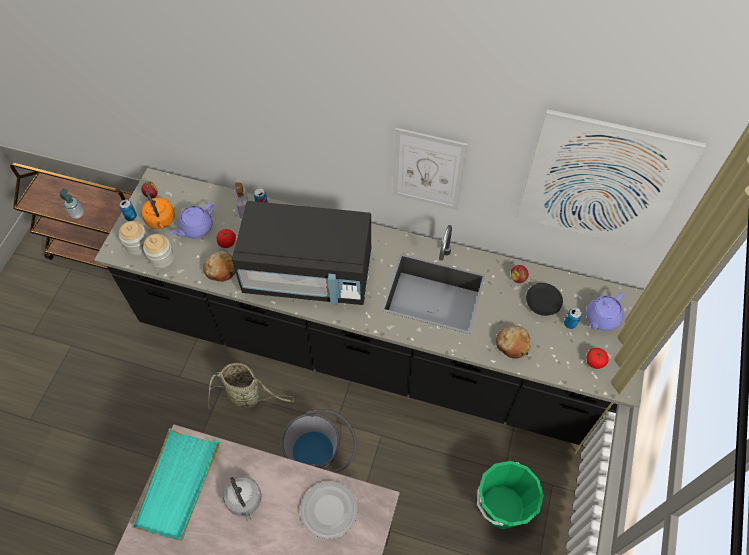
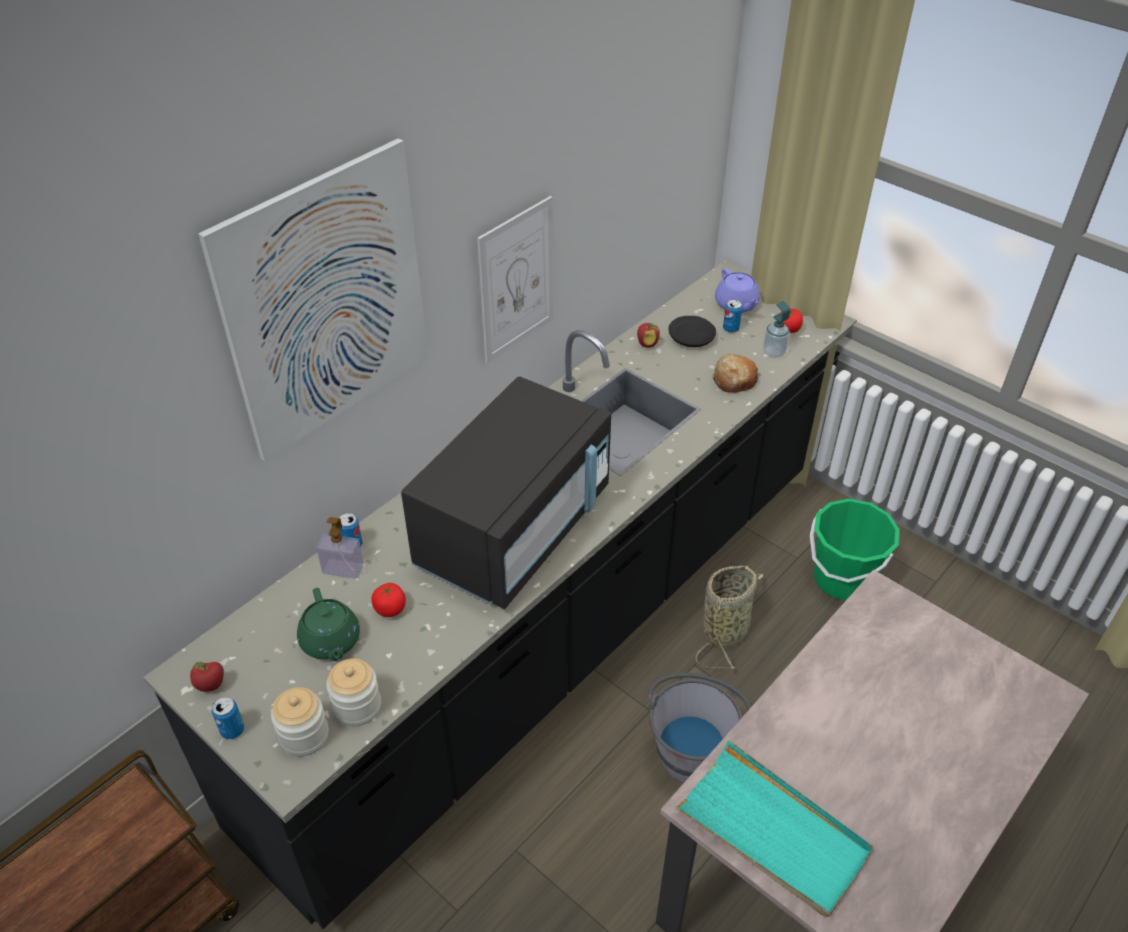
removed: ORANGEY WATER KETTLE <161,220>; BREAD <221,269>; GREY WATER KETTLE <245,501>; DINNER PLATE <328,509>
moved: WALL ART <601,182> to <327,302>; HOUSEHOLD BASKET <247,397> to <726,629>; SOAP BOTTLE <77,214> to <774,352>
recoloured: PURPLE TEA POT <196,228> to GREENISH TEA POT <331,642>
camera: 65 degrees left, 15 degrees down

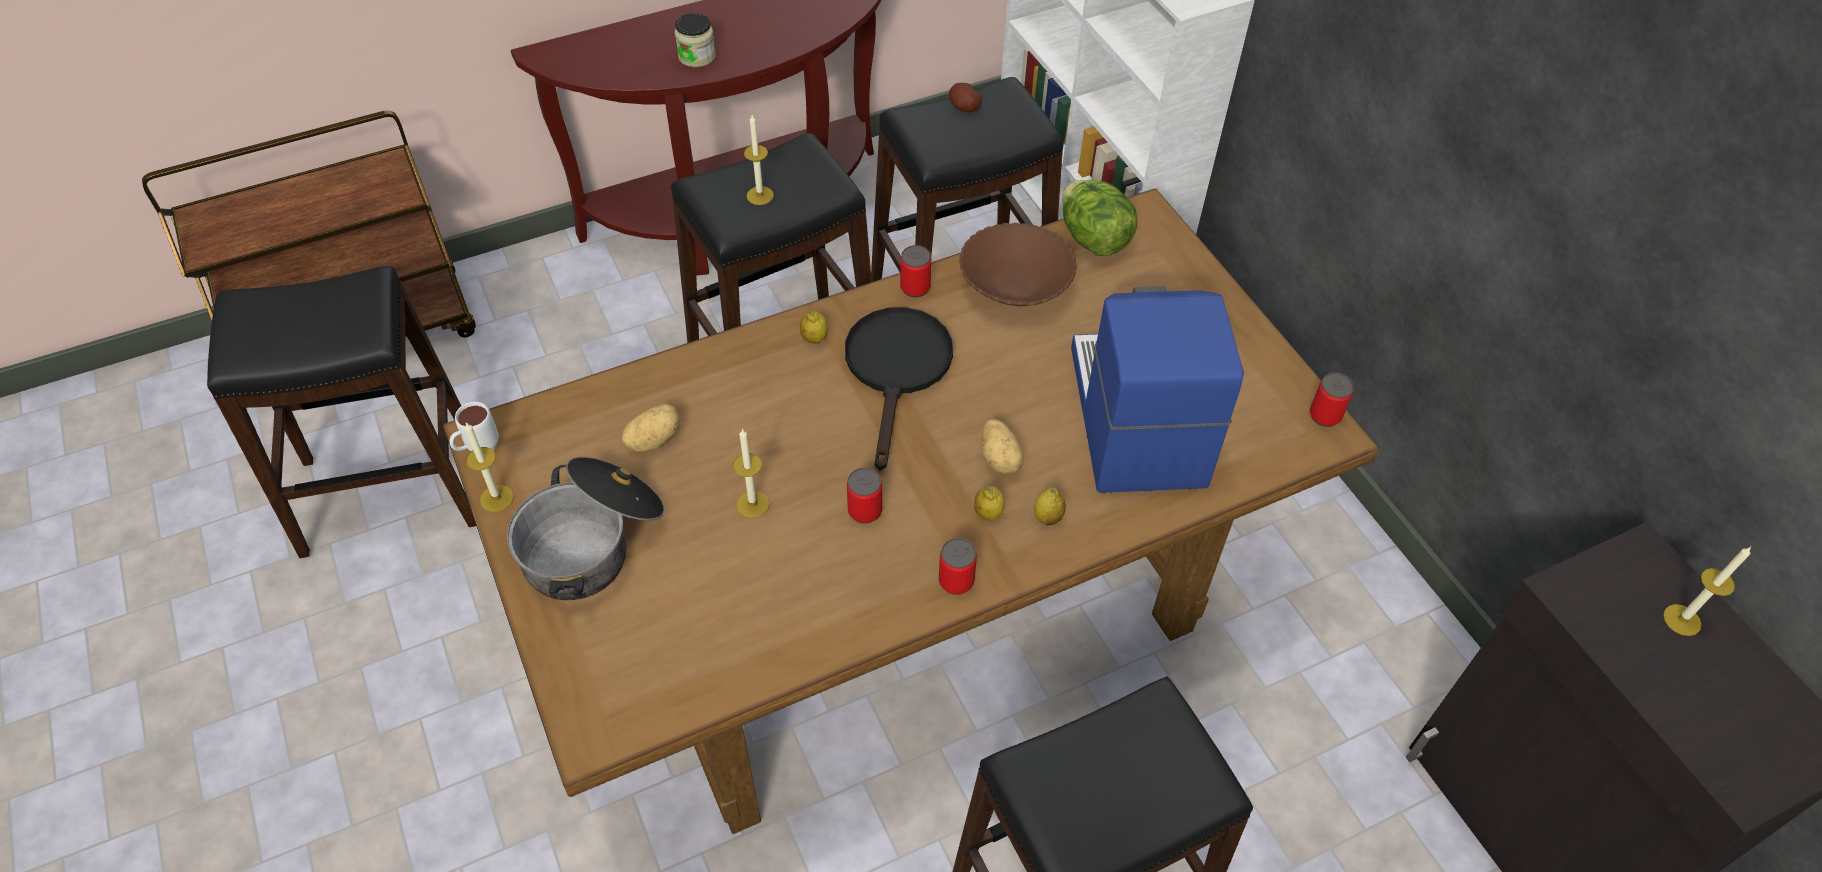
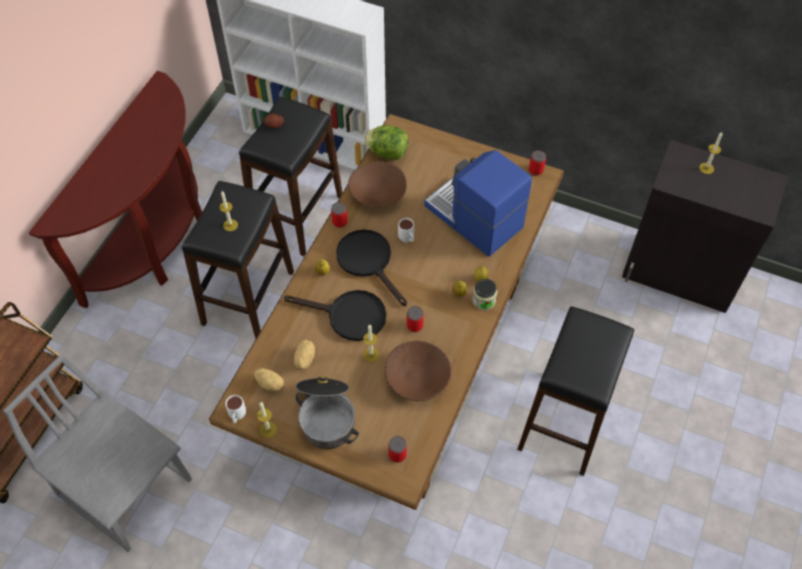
added: BLACKISH PAN <348,316>; BROWN DEEP DISH <417,379>; WHITISH MUG <407,240>
moved: WHOLE POTATO <1000,458> to <270,383>; SEALED CAN <956,581> to <397,455>; STORAGE JAR <697,56> to <484,300>
replaced: BLACKISH STOOL SEAT <390,492> to GREY UPRIGHT CHAIR <126,487>
camera: 40 degrees left, 5 degrees up

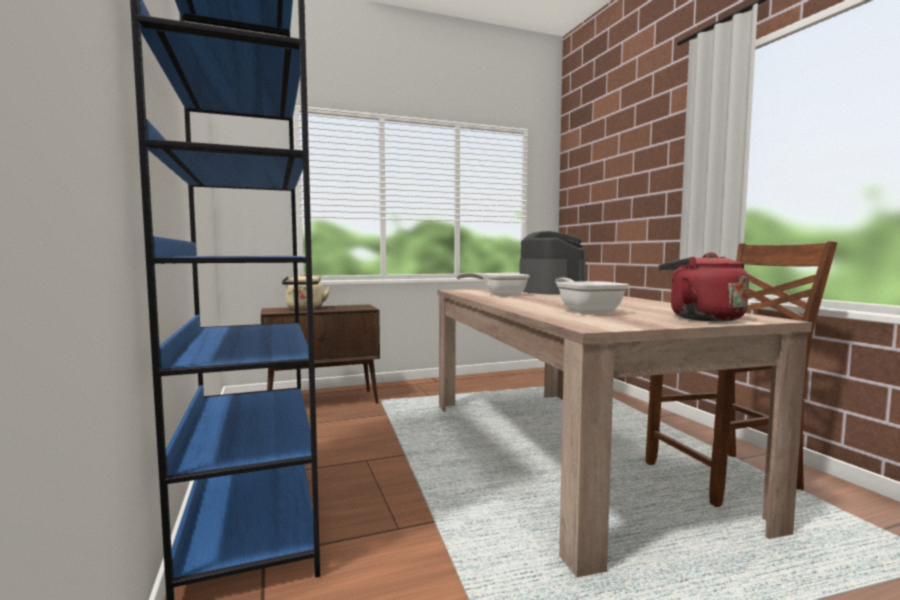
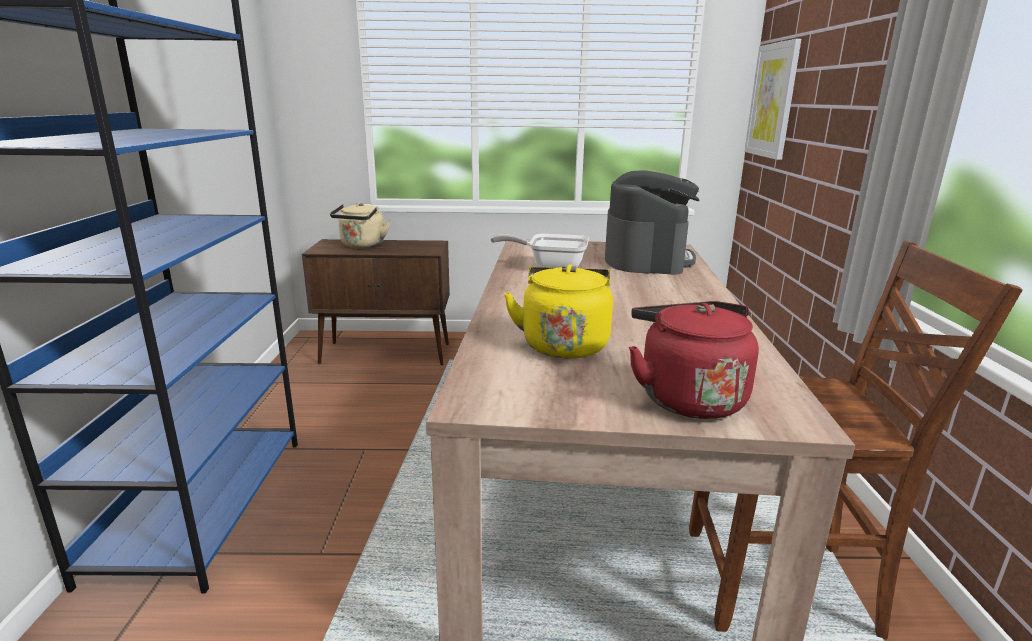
added: WALL ART <772,100>
replaced: PAN <586,311> to YELLOWISH WATER KETTLE <564,344>
camera: 20 degrees right, 15 degrees up

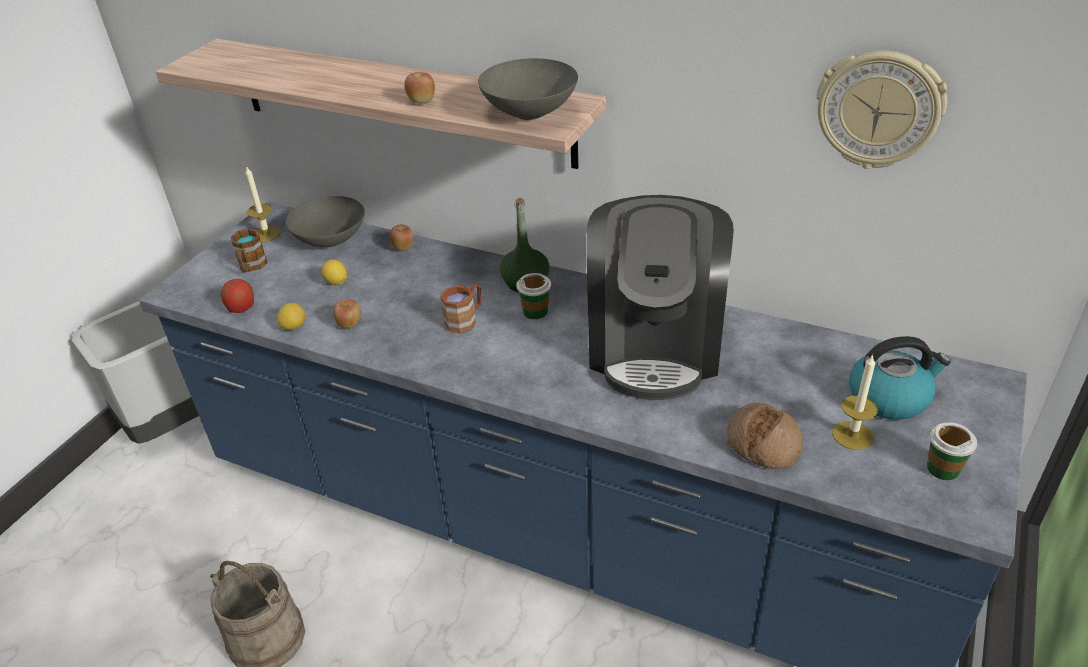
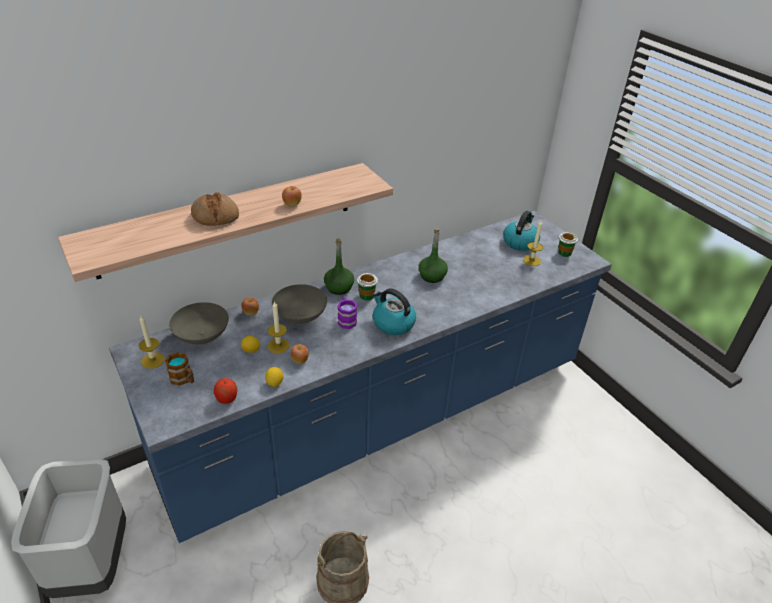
removed: HANGING CLOCK <878,110>
added: WAX CANDLE <278,346>; WATER KETTLE <393,323>
moved: BREAD <763,443> to <215,216>; GREY DEEP DISH <528,113> to <300,317>
replaced: COFFEE BREWER <655,346> to GREENISH BOTTLE <432,276>
recoloured: BROWN MUG <465,319> to PURPLE MUG <346,319>
camera: 60 degrees left, 0 degrees up

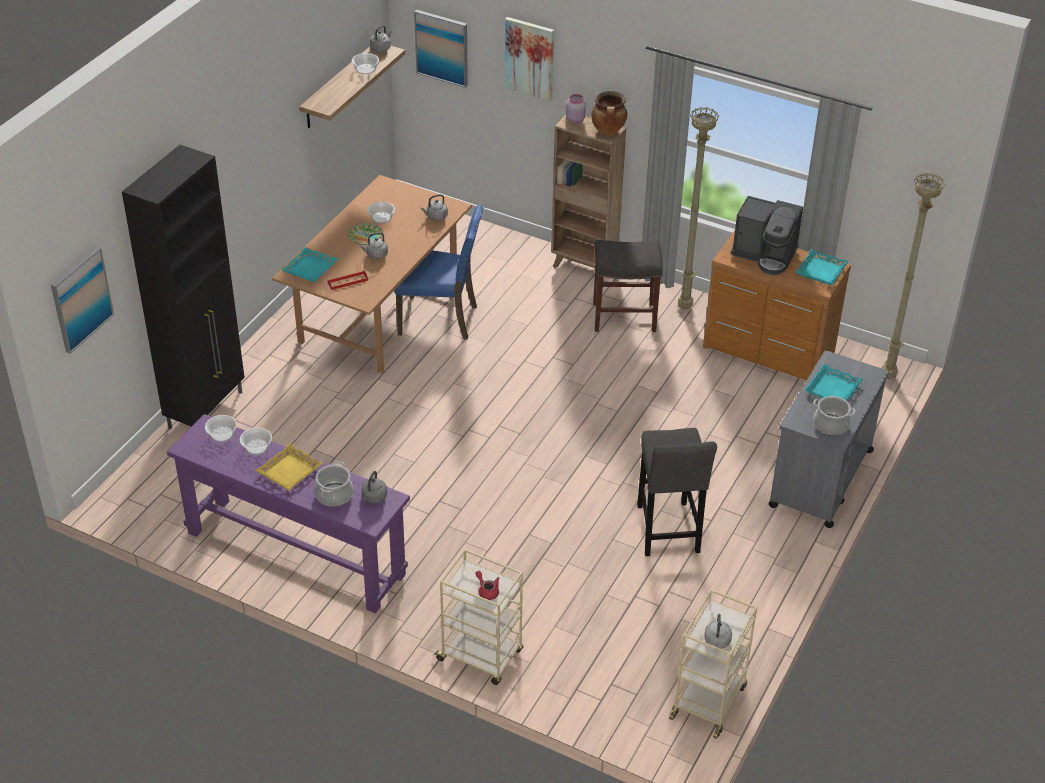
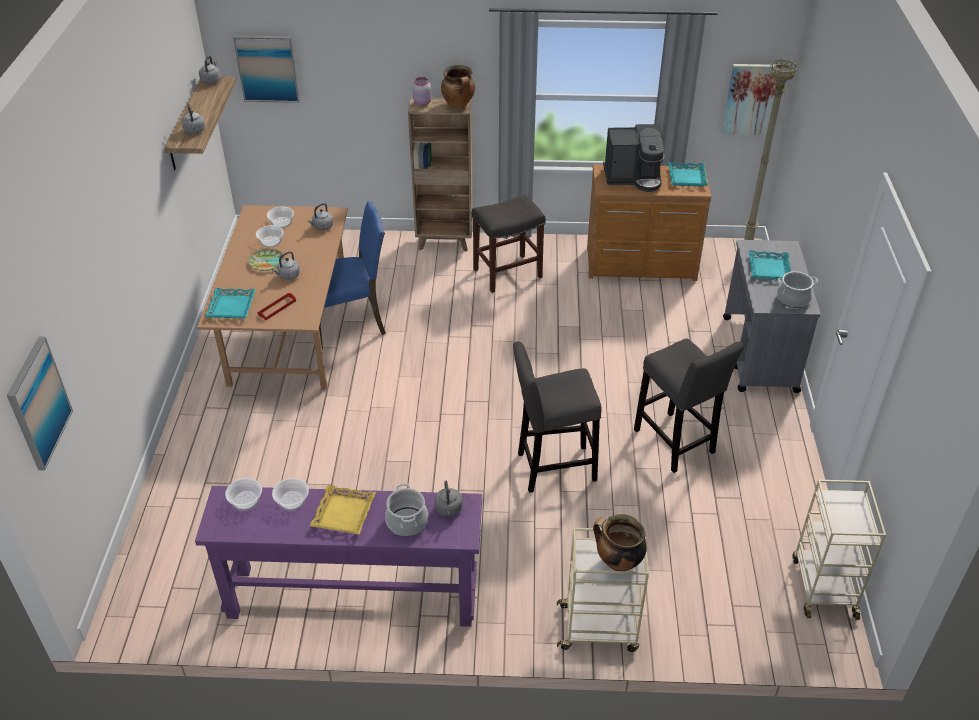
removed: BLACKISH CABINET <207,409>; BEIGE STANDARD LAMP <685,308>
added: GREY STOOL SEAT <552,468>
moved: GREY WATER KETTLE <717,642> to <195,131>; DEEP DISH <366,69> to <281,222>; WALL ART <529,58> to <752,99>
replaced: RED-COLOURED TEA POT <487,590> to COOKING POT <617,562>
camera: 25 degrees left, 0 degrees up

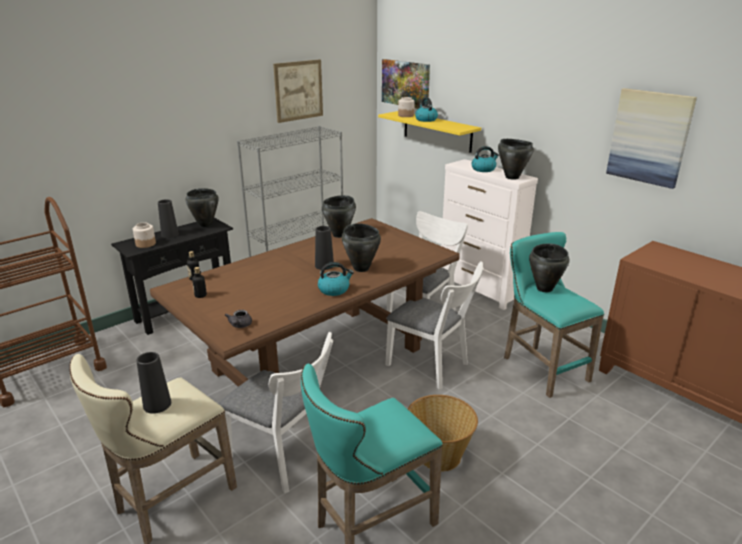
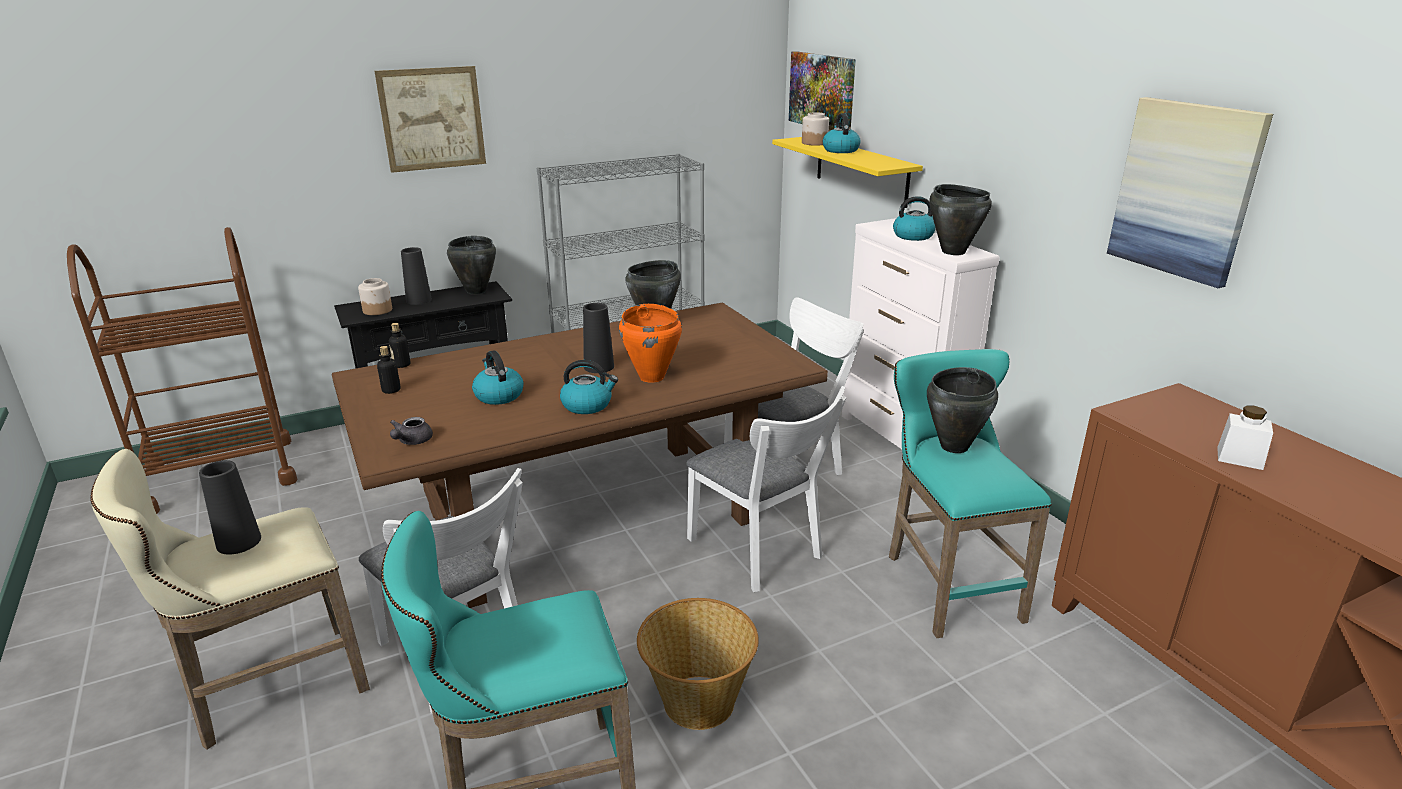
added: WATER KETTLE <498,395>; WHITISH STORAGE JAR <1239,458>
moved: WALL ART <298,90> to <432,119>
recoloured: BLACKISH COOKING POT <361,268> to ORANGEY COOKING POT <652,377>
camera: 15 degrees right, 0 degrees up

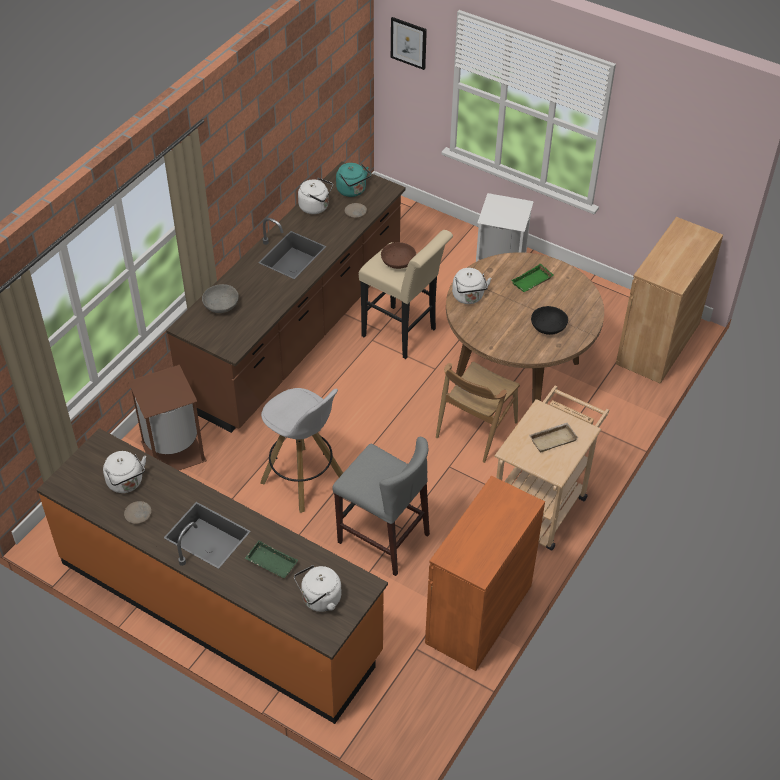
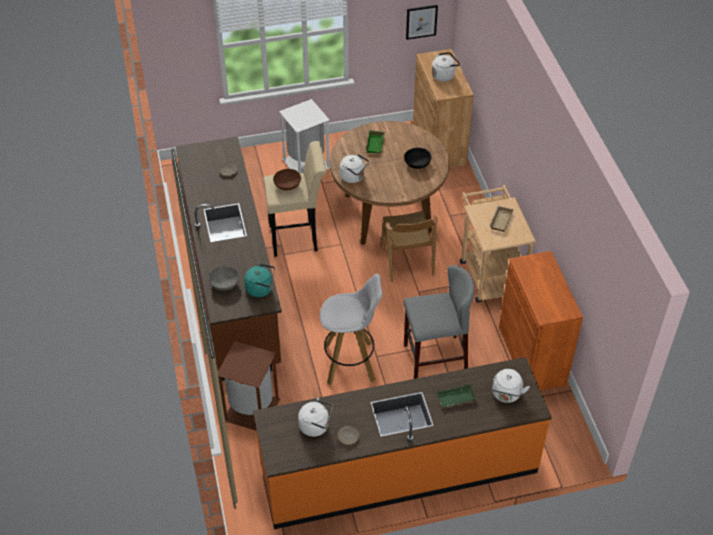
moved: TURQUOISE WATER KETTLE <353,191> to <261,289>; WALL ART <408,43> to <421,21>; WHITISH WATER KETTLE <316,207> to <444,75>
camera: 45 degrees left, 0 degrees up

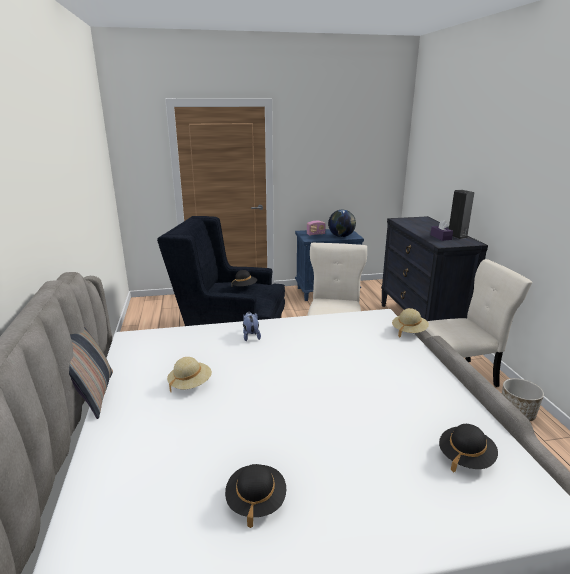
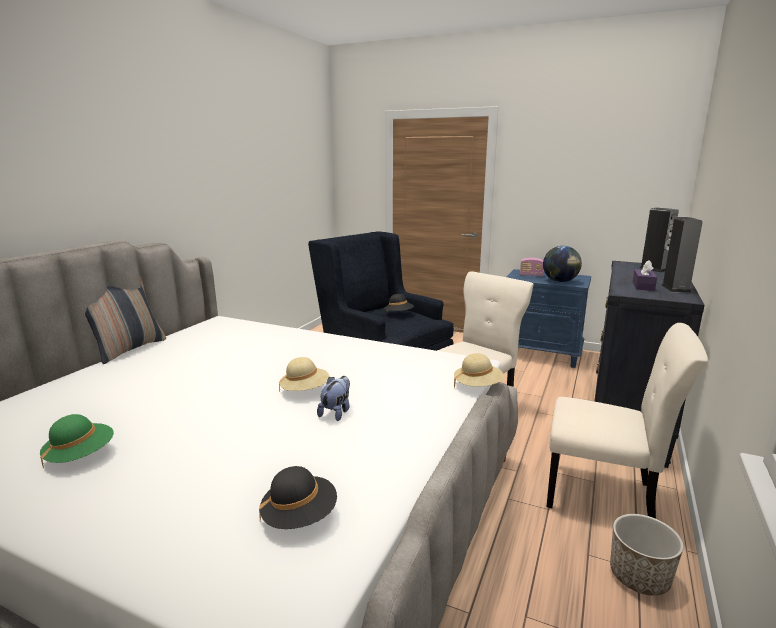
added: SPEAKER <654,269>
moved: BEIGE HAT <190,384> to <305,390>; PLUSH TOY <250,336> to <336,412>
recoloured: BLACKISH HAT <256,501> to GREENISH HAT <80,456>
camera: 35 degrees right, 5 degrees down

